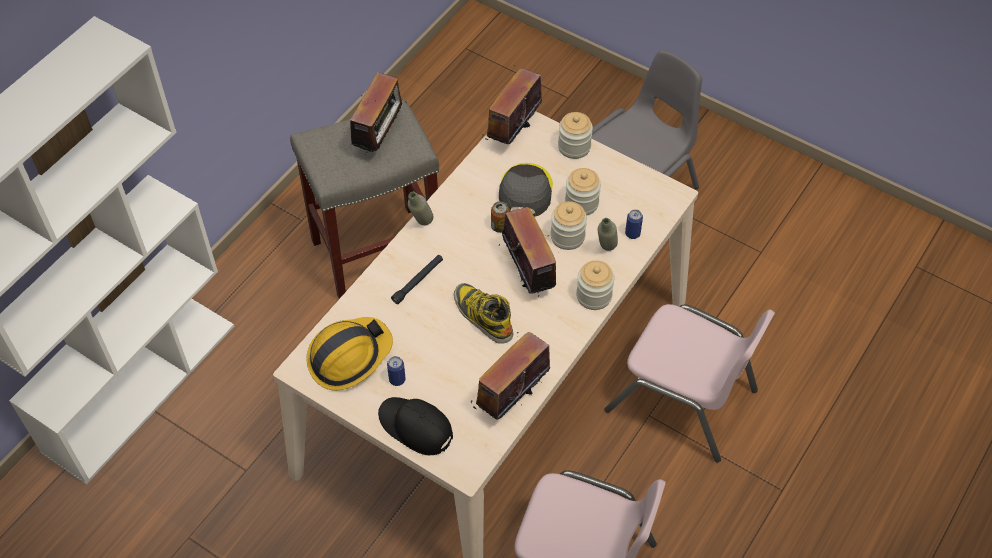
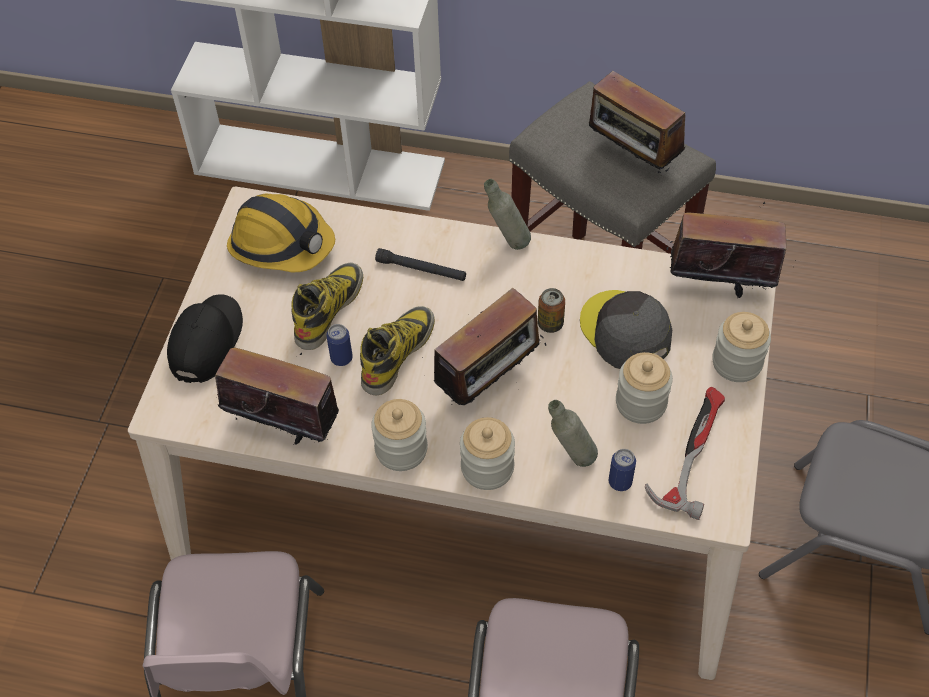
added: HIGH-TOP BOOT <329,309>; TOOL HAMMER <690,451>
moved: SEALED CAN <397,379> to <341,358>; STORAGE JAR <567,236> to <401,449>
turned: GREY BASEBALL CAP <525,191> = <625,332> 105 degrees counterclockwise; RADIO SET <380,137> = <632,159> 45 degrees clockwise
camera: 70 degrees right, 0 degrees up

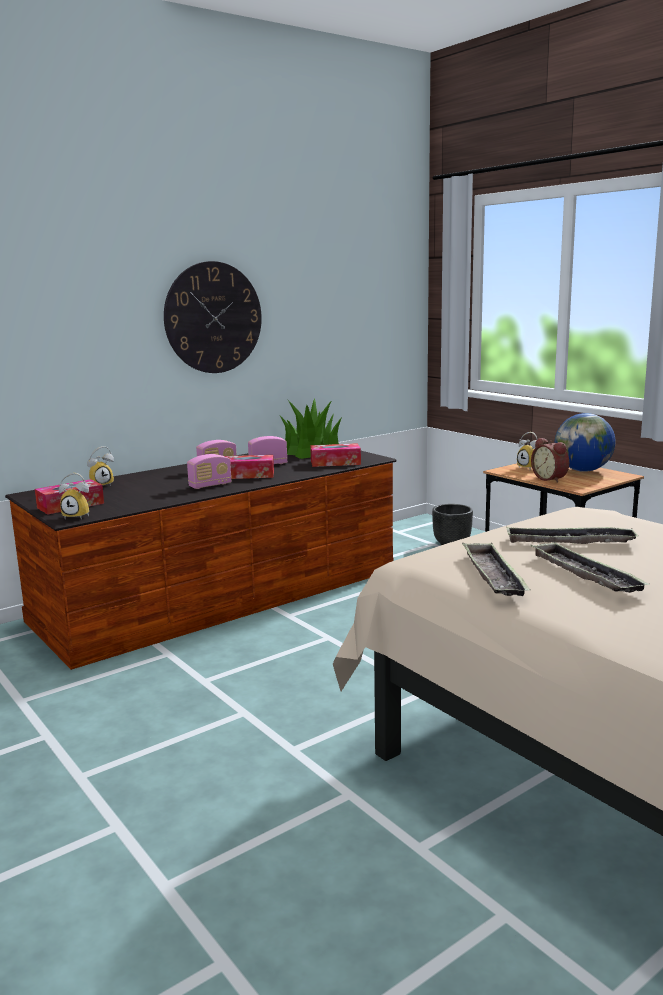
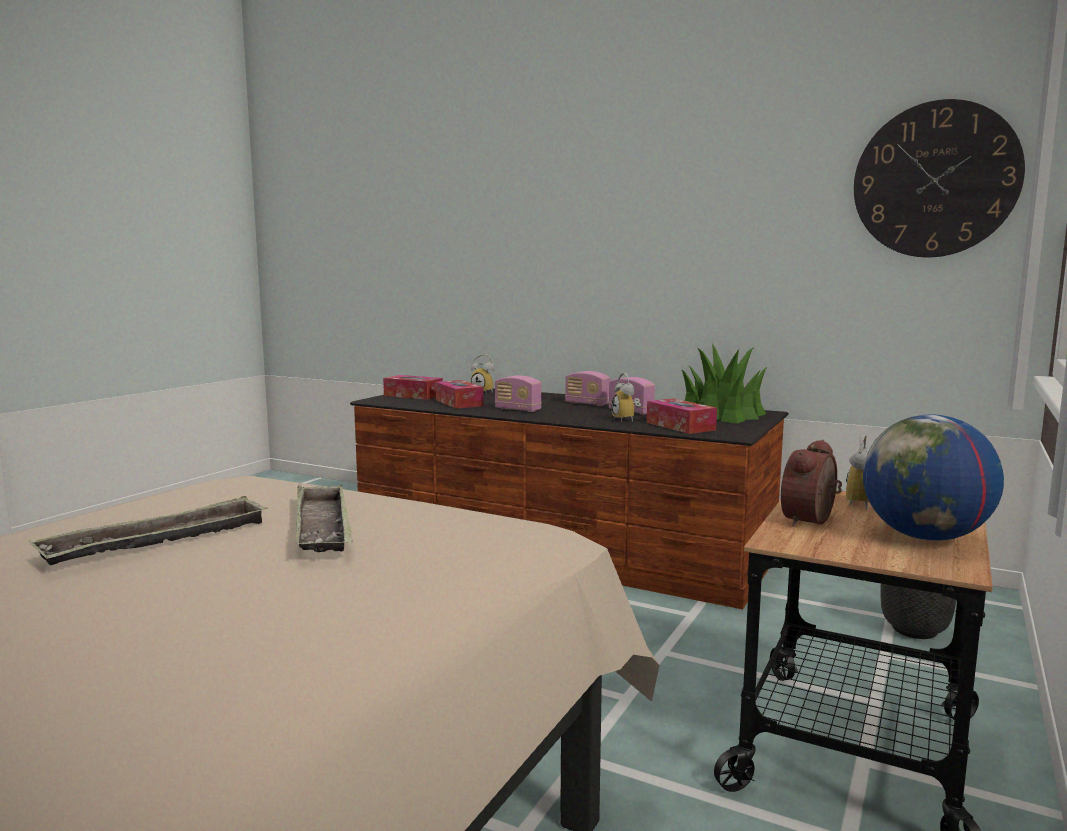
removed: TRAY <493,576>
moved: BOX OF TISSUES <248,475> to <459,403>; ALARM CLOCK <78,516> to <627,419>; HANGING CLOCK <213,318> to <935,180>
camera: 65 degrees right, 5 degrees down

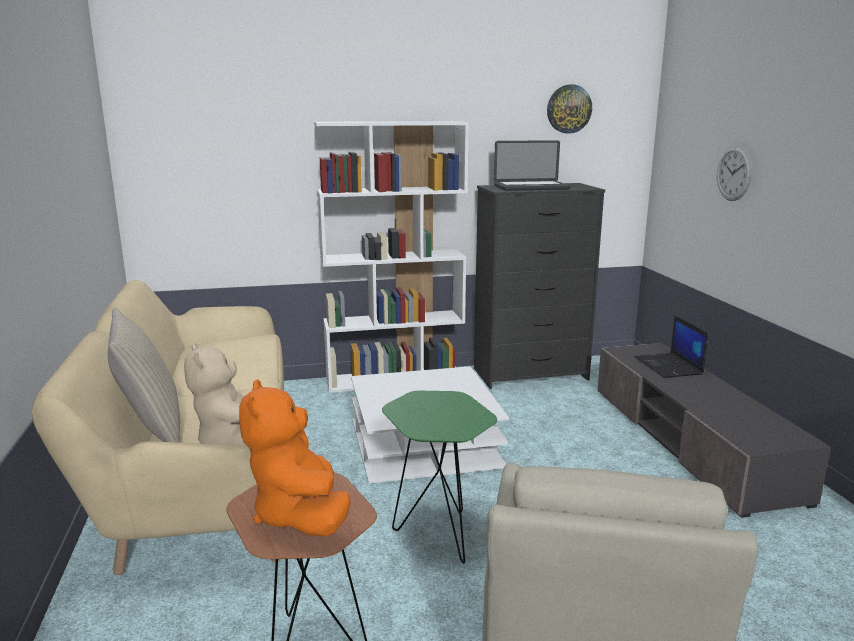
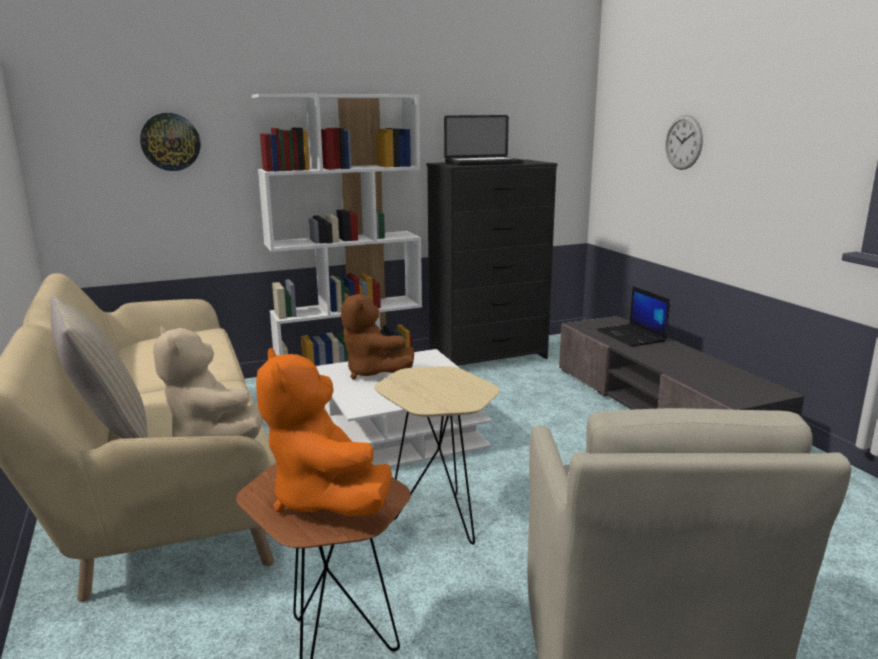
added: BROWN PLUSH TOY <373,372>
moved: HANGING CLOCK <569,109> to <170,142>
recoloured: GREENISH ACCENT TABLE <438,532> to BEIGE ACCENT TABLE <437,517>
camera: 10 degrees left, 0 degrees up

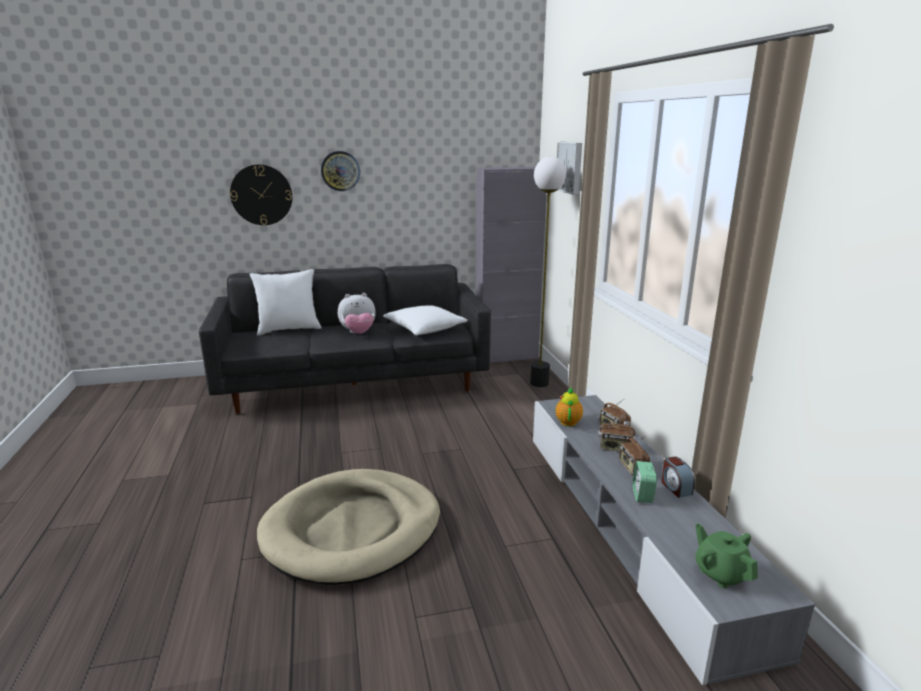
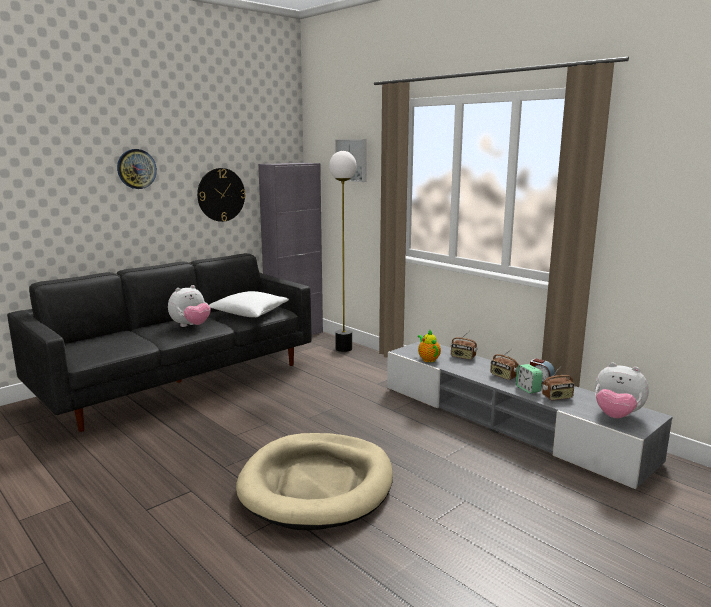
removed: WHITISH CUSHION <289,329>
moved: HANGING CLOCK <261,195> to <221,194>; RADIO SET <615,448> to <557,397>
replaced: GREENISH TEA POT <721,573> to PLUSH TOY <616,416>
camera: 30 degrees left, 5 degrees down

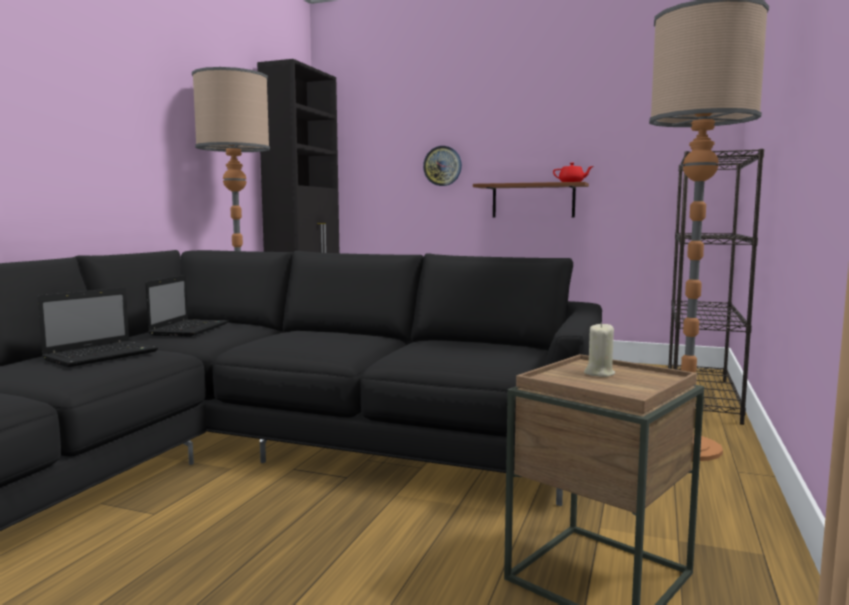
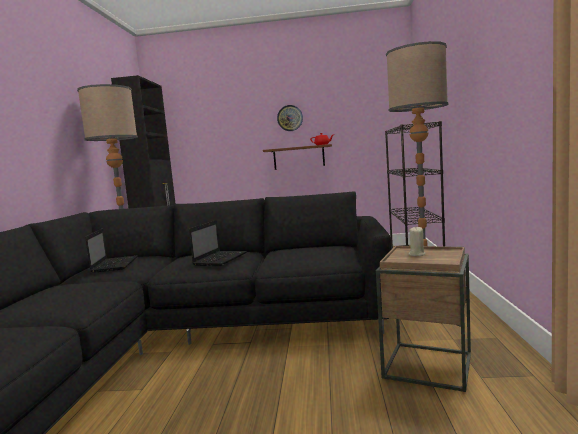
moved: LAPTOP <103,355> to <220,259>; HANGING CLOCK <442,166> to <290,118>
camera: 15 degrees left, 0 degrees up

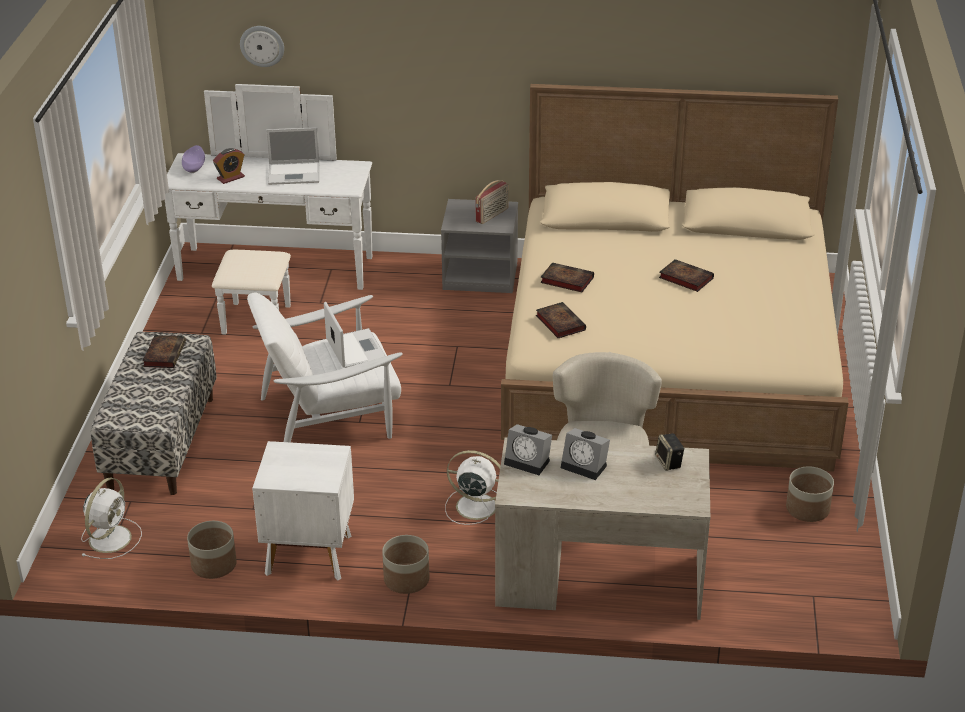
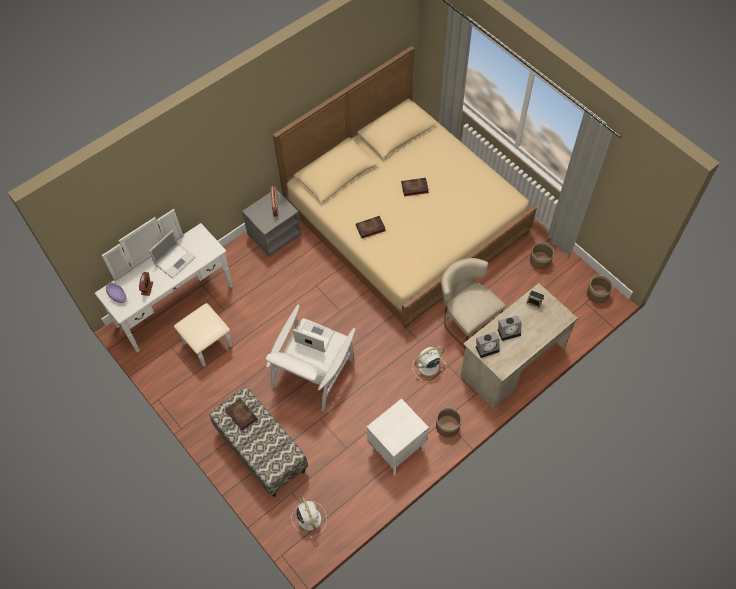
removed: HANGING CLOCK <262,45>; VOLUME <559,322>
moved: PLANTER <214,565> to <597,294>
camera: 45 degrees left, 25 degrees up

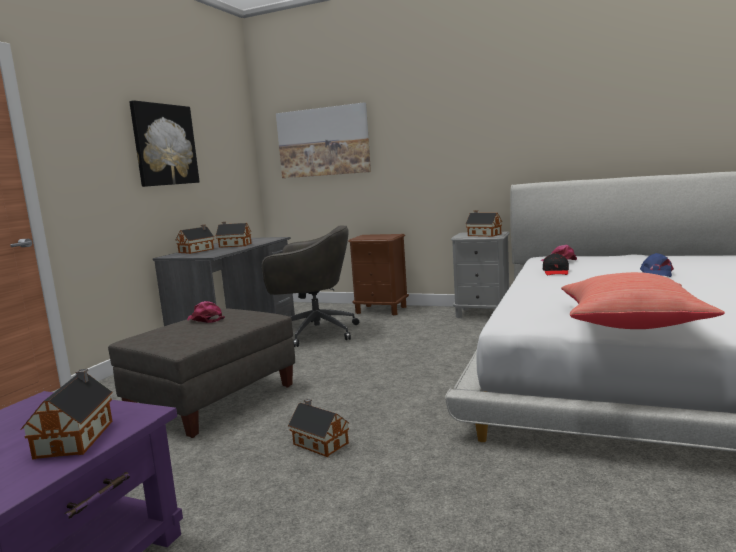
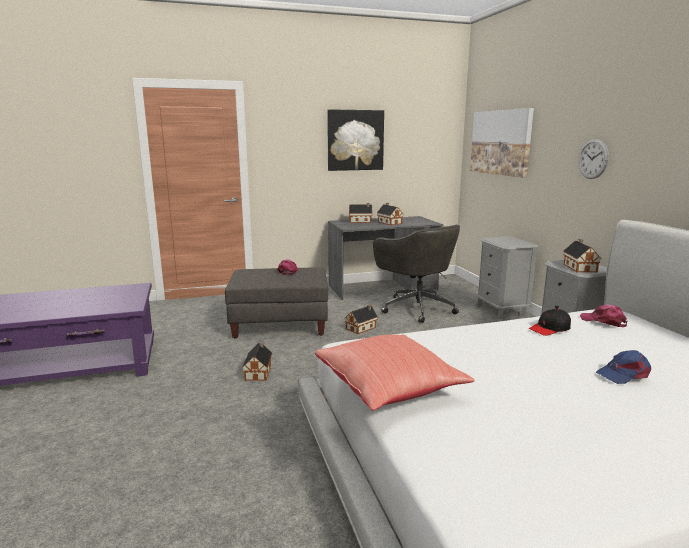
added: HANGING CLOCK <593,159>
moved: MODEL HOUSE <77,437> to <362,328>
recoloured: BROWN NIGHT TABLE <381,310> to GREY NIGHT TABLE <501,310>
camera: 50 degrees right, 5 degrees up

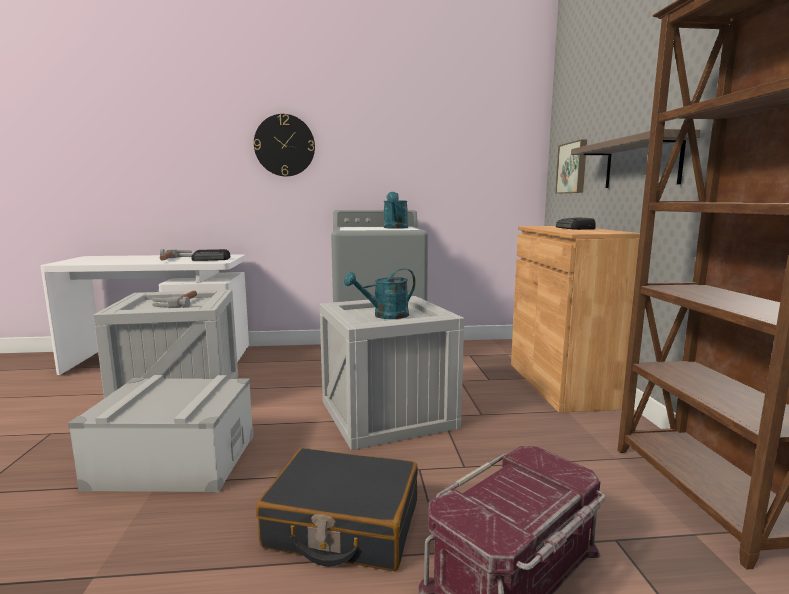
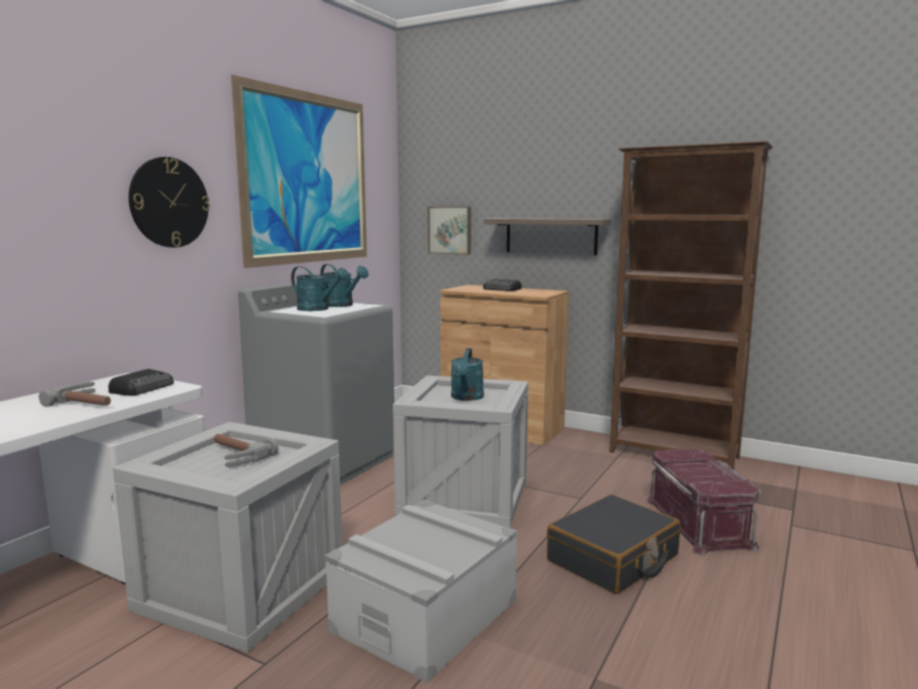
added: WALL ART <308,178>; TURQUOISE WATERING CAN <318,309>
camera: 55 degrees left, 0 degrees up

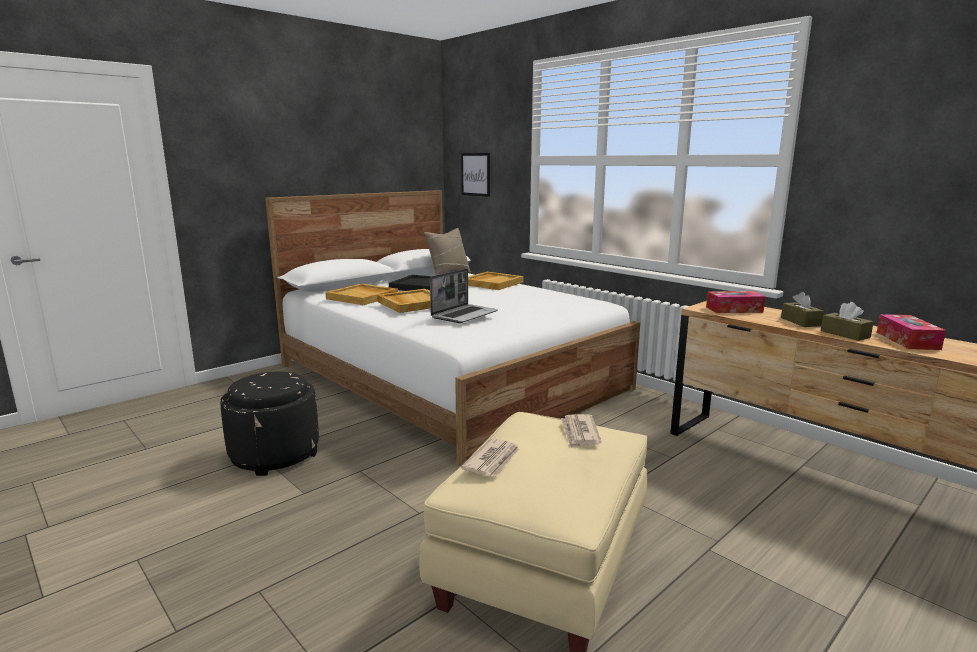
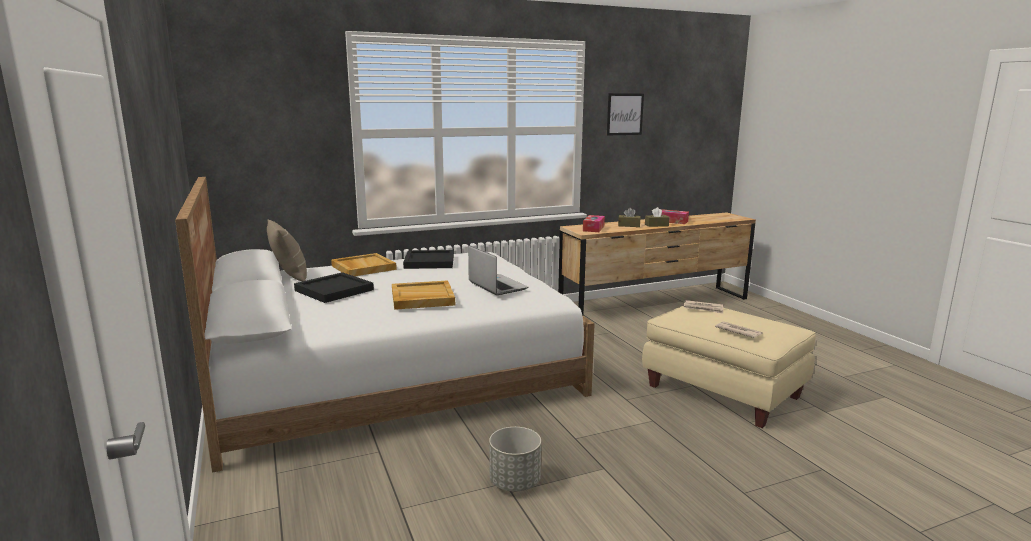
removed: BEIGE TRAY <363,297>
added: BLACKISH TRAY <430,262>
moved: WALL ART <475,174> to <624,114>
replaced: BLACKISH FOOTREST <275,454> to GREY PLANTER <514,482>
camera: 70 degrees left, 0 degrees up

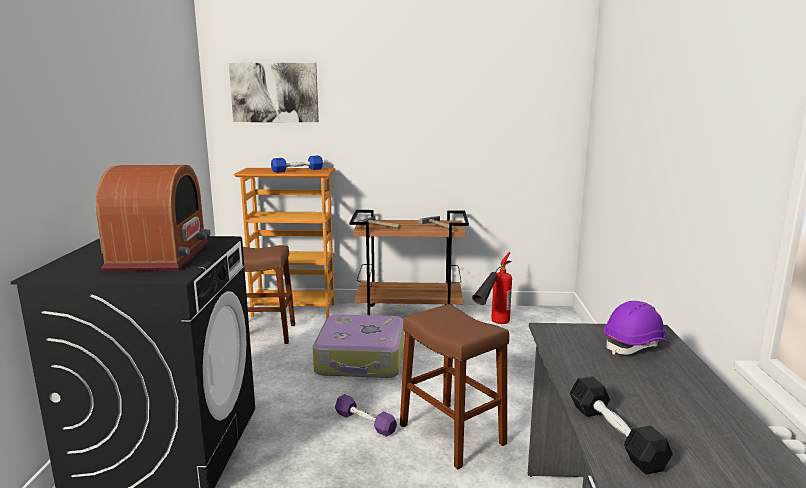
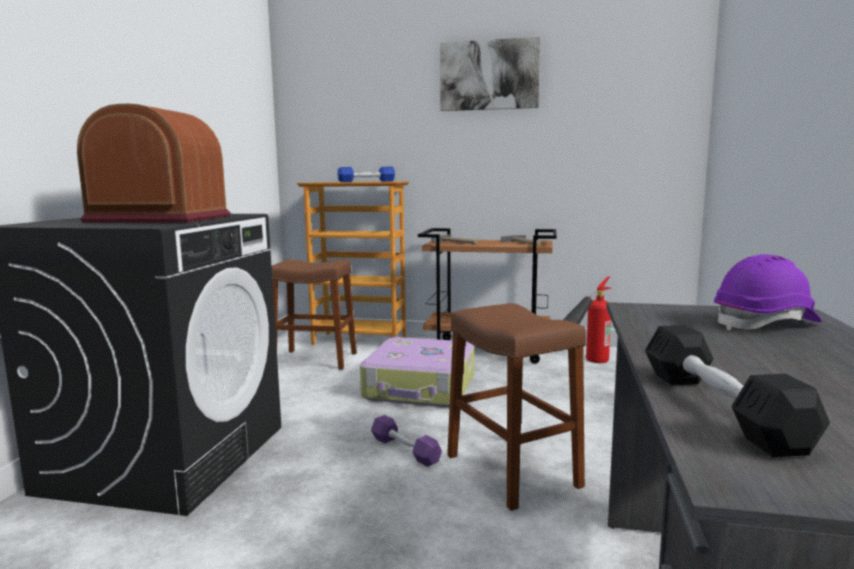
moved: WALL ART <274,92> to <489,75>
turned: RADIO SET <160,256> = <160,219> 90 degrees counterclockwise
camera: 10 degrees right, 5 degrees down

